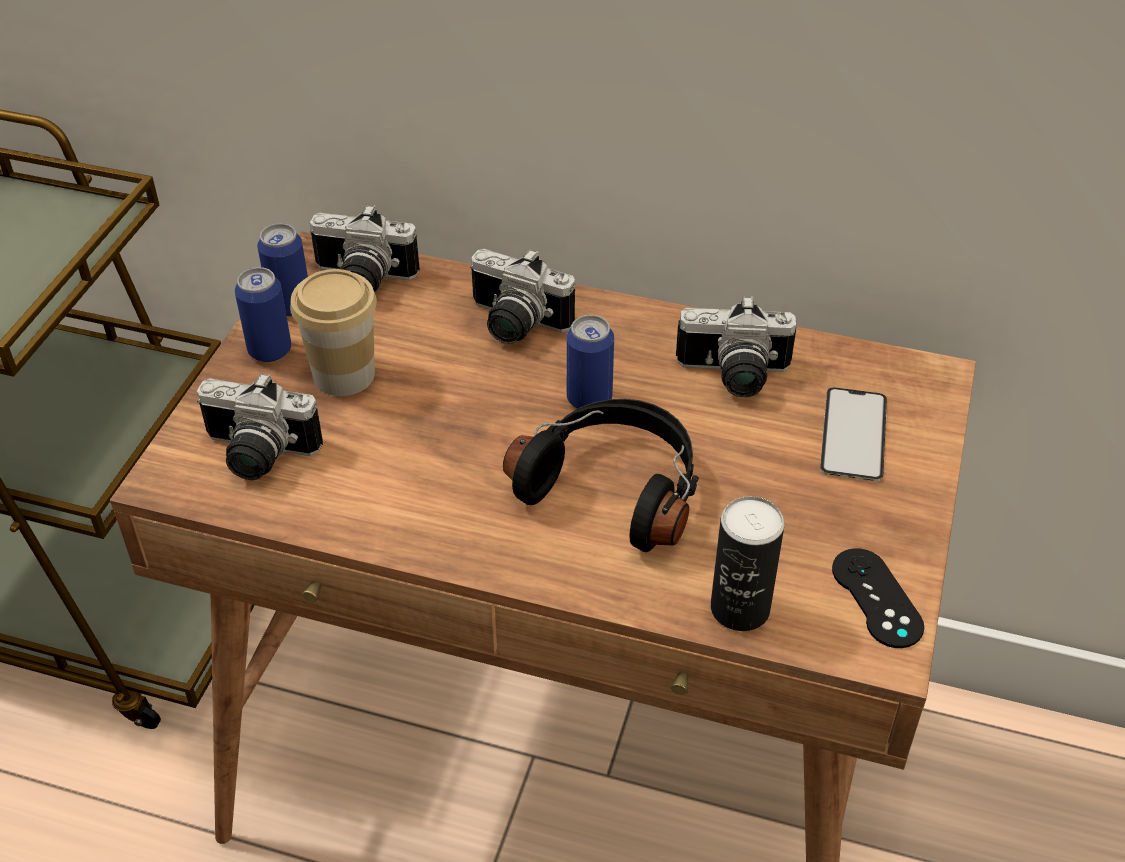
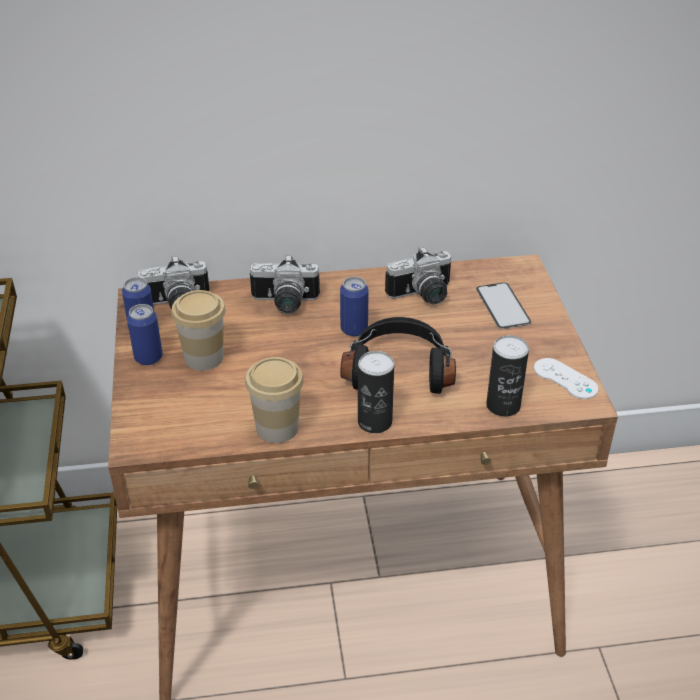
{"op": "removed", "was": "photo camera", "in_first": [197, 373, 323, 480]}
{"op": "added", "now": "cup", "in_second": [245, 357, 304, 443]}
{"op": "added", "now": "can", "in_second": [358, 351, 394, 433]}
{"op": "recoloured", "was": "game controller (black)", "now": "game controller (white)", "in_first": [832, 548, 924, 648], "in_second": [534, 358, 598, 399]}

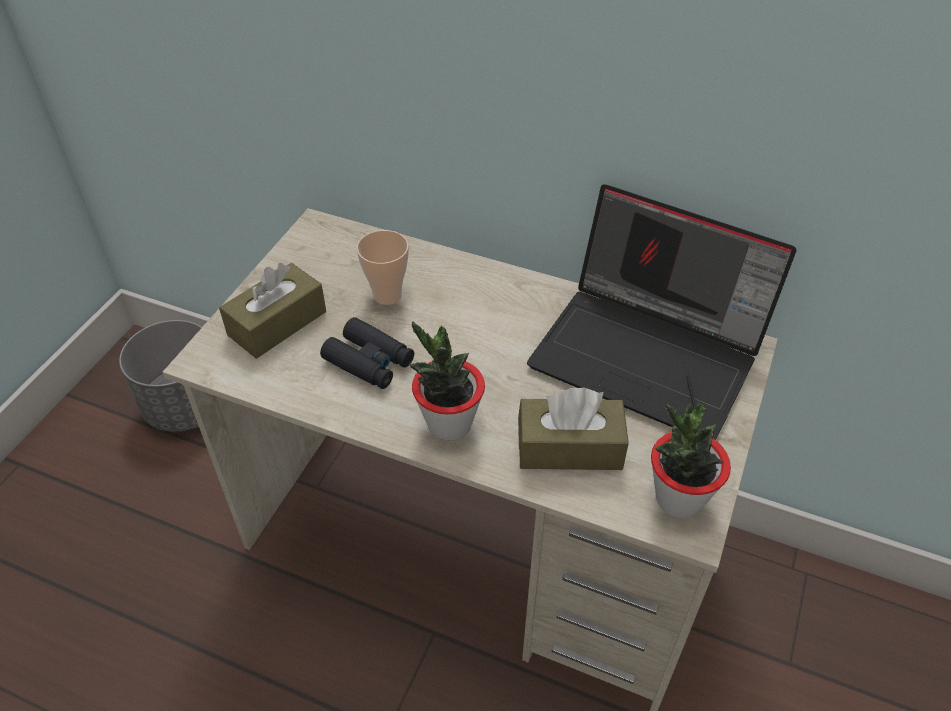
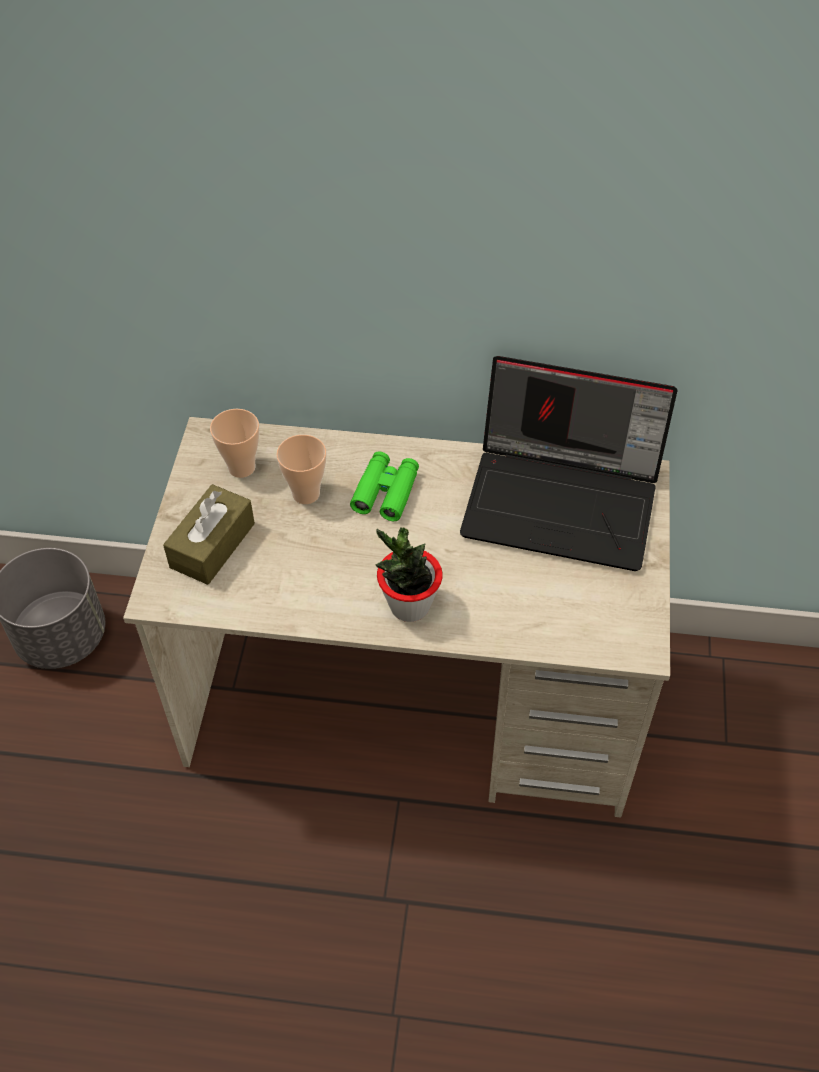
{"op": "removed", "was": "binoculars (black)", "in_first": [320, 317, 414, 389]}
{"op": "removed", "was": "tissue box (brown)", "in_first": [518, 388, 629, 470]}
{"op": "removed", "was": "potted plant", "in_first": [651, 403, 731, 518]}
{"op": "added", "now": "cup", "in_second": [210, 409, 259, 478]}
{"op": "added", "now": "binoculars (green)", "in_second": [350, 451, 419, 521]}

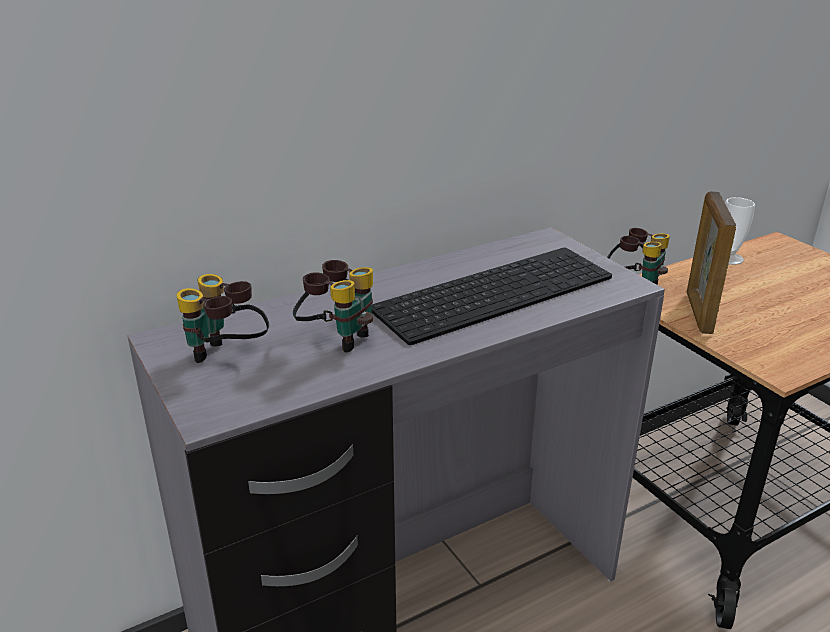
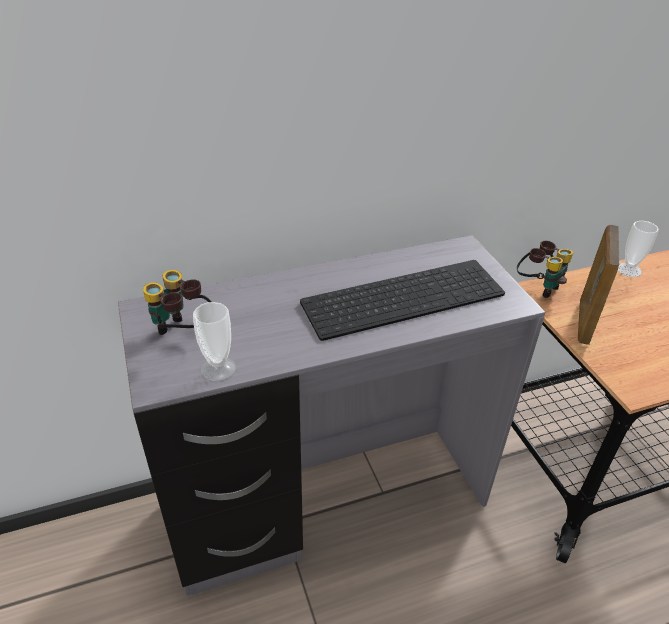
{"op": "removed", "was": "binoculars", "in_first": [293, 260, 373, 352]}
{"op": "added", "now": "cup", "in_second": [193, 302, 236, 382]}

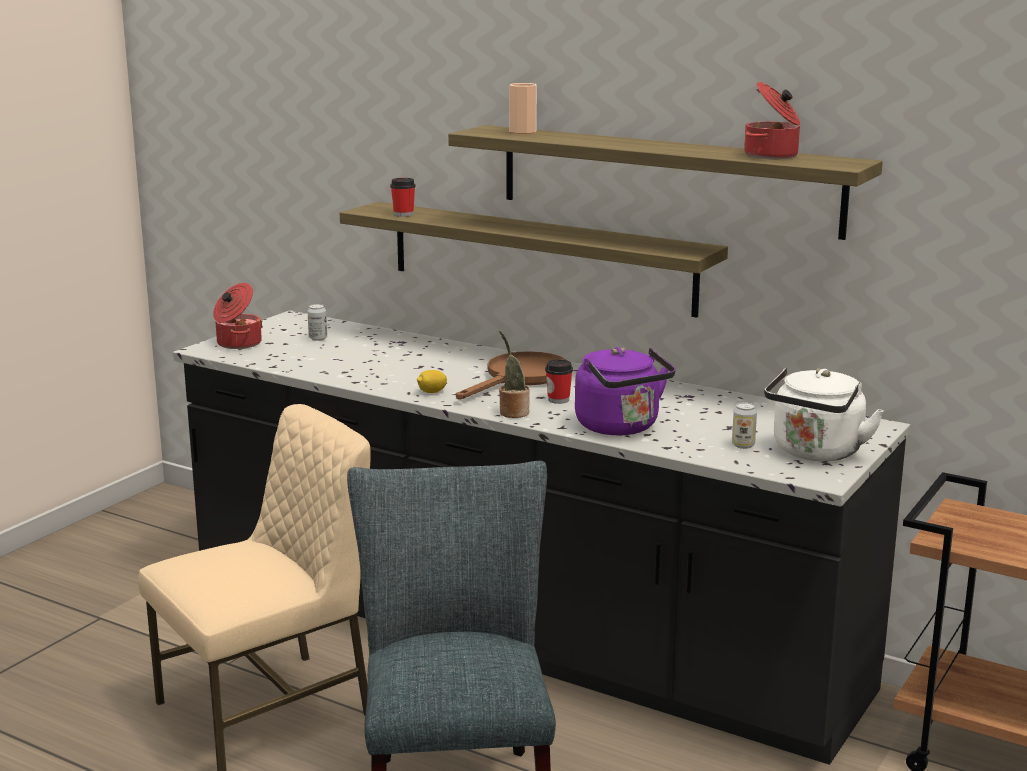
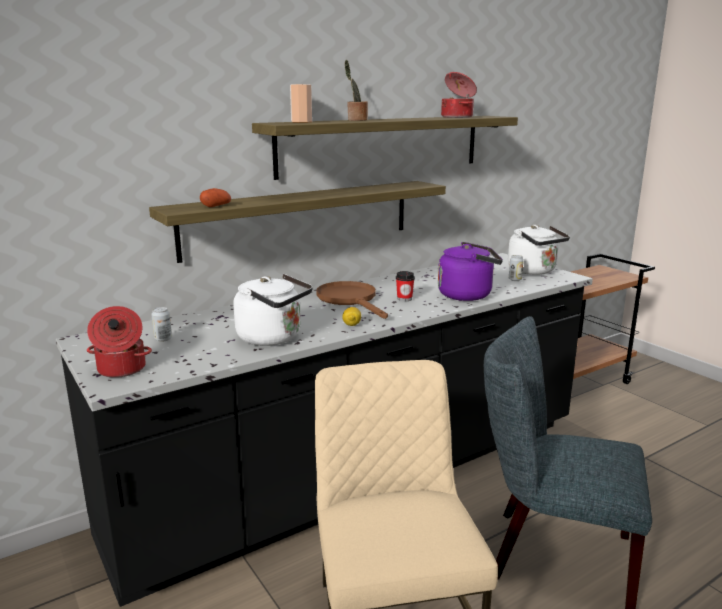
{"op": "added", "now": "kettle (white)", "in_second": [233, 274, 313, 346]}
{"op": "moved", "was": "potted plant", "in_first": [499, 330, 530, 418], "in_second": [345, 60, 368, 121]}
{"op": "replaced", "was": "cup", "now": "potato", "in_first": [390, 178, 416, 217], "in_second": [200, 188, 231, 207]}

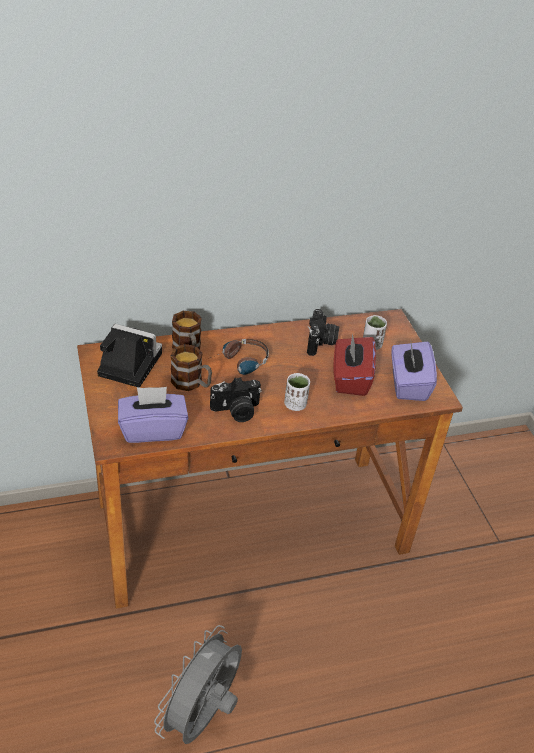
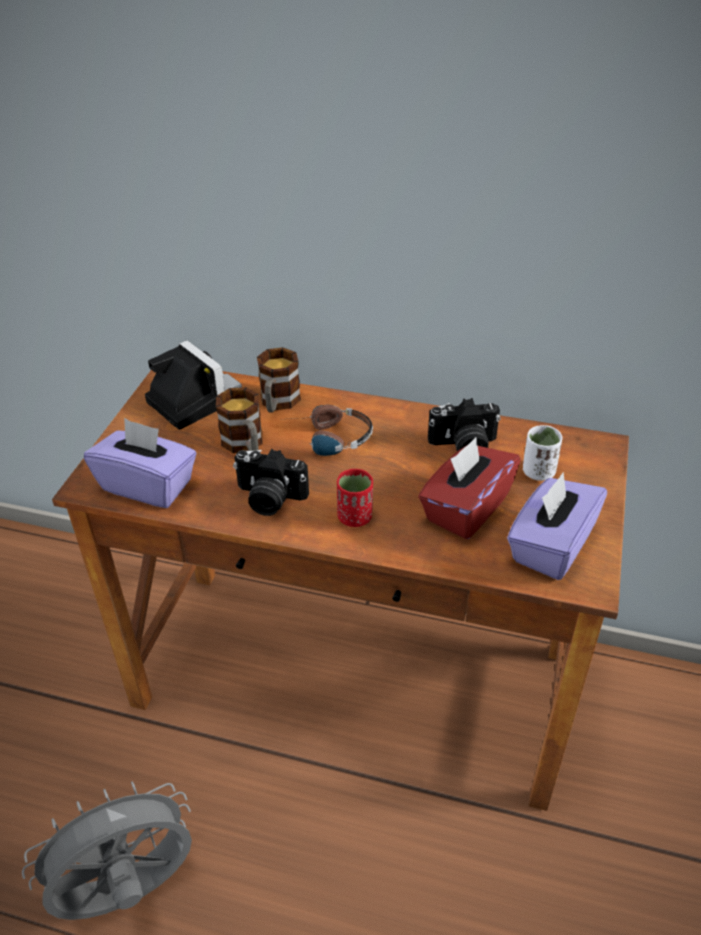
{"op": "recoloured", "was": "cup (white)", "now": "cup (red)", "in_first": [284, 373, 310, 411], "in_second": [337, 469, 373, 527]}
{"op": "turned", "was": "photo camera", "in_first": [307, 309, 340, 356], "in_second": [428, 398, 501, 451], "clockwise": 45}

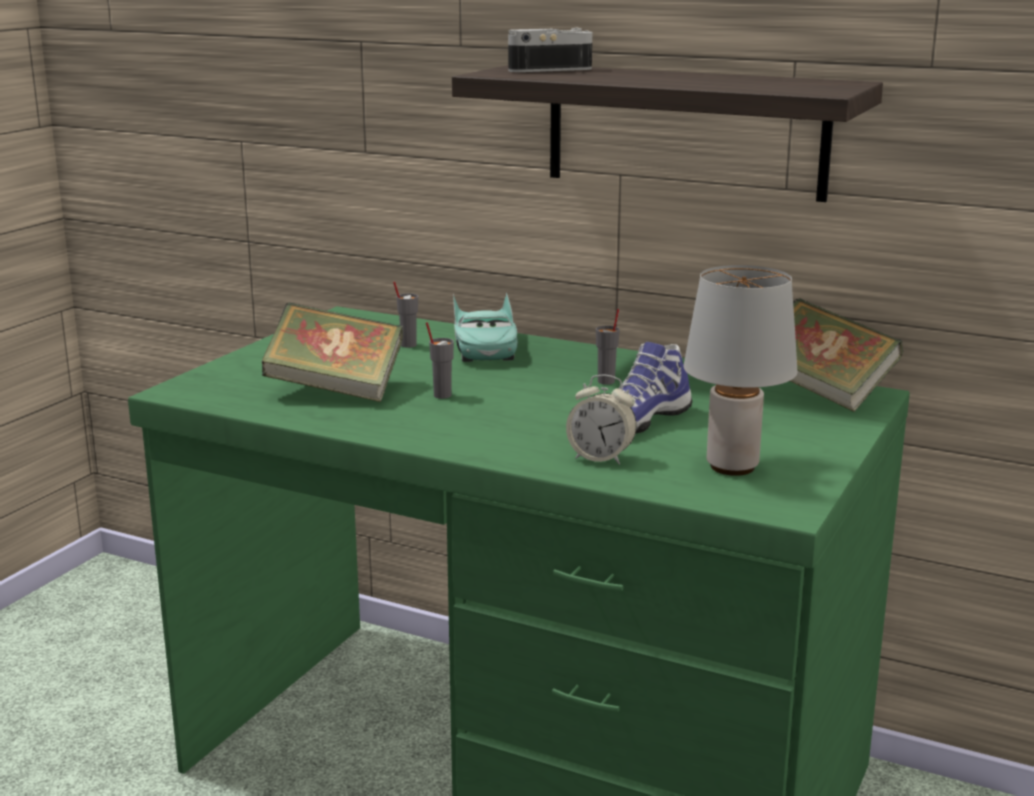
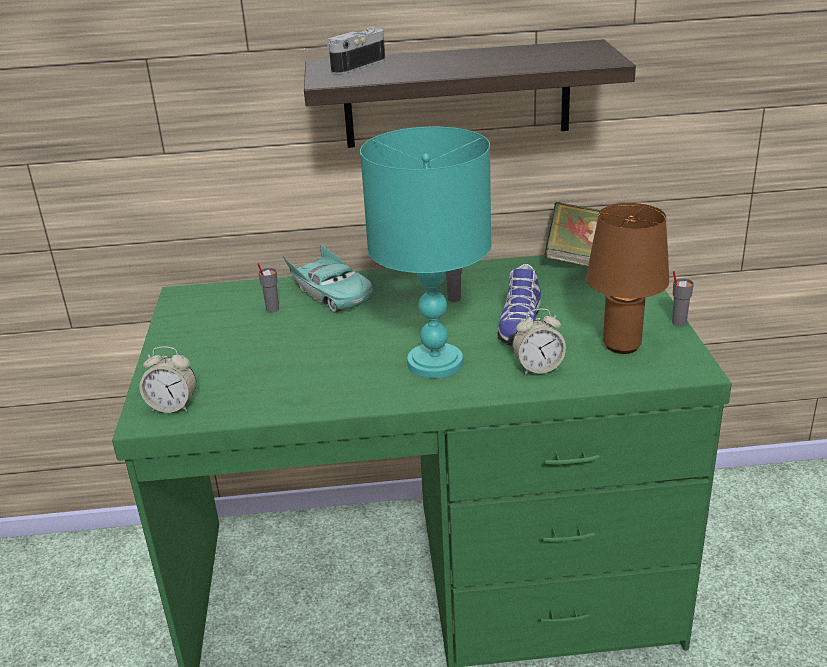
{"op": "removed", "was": "book", "in_first": [262, 303, 403, 402]}
{"op": "added", "now": "alarm clock", "in_second": [139, 346, 196, 413]}
{"op": "added", "now": "table lamp (turquoise)", "in_second": [360, 127, 492, 378]}
{"op": "moved", "was": "cup (grey)", "in_first": [426, 322, 454, 399], "in_second": [672, 271, 694, 326]}
{"op": "recoloured", "was": "table lamp (grey)", "now": "table lamp (brown)", "in_first": [684, 265, 798, 476], "in_second": [586, 203, 669, 354]}

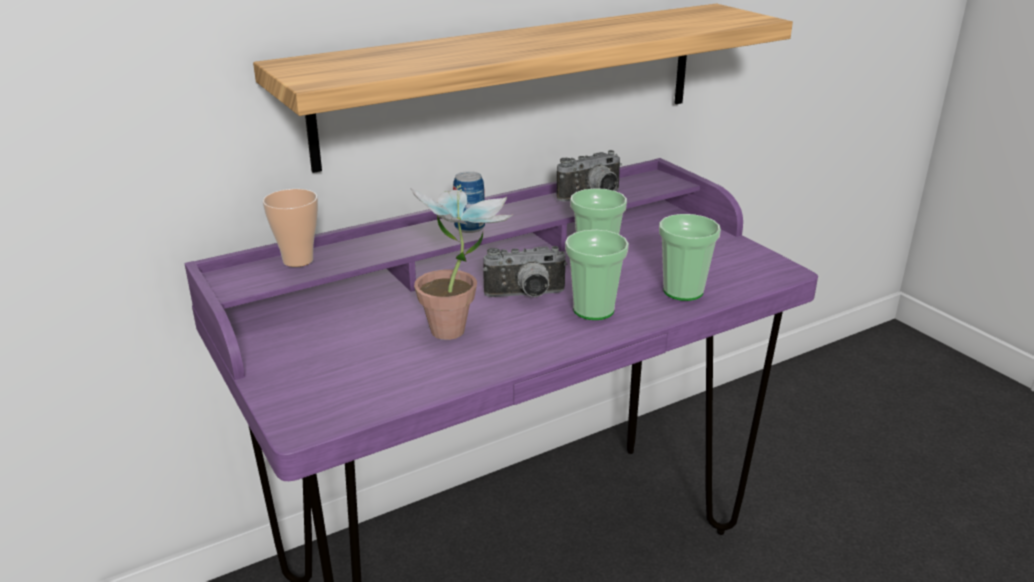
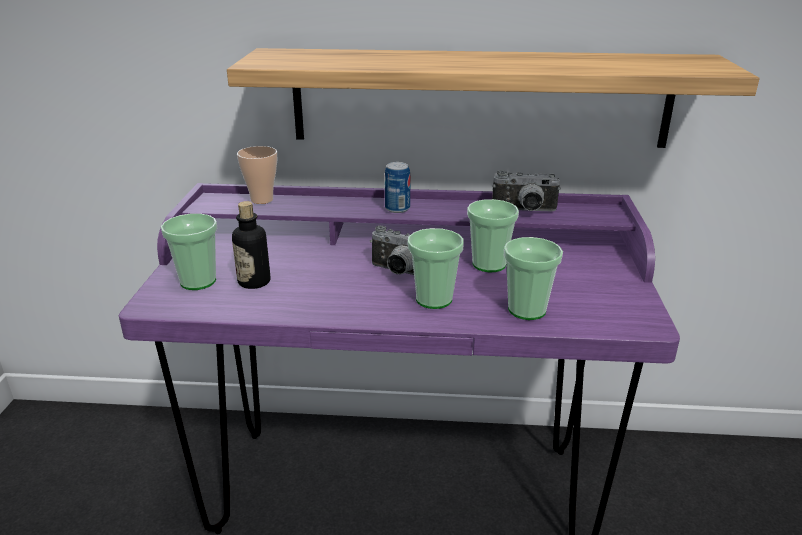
{"op": "removed", "was": "potted plant", "in_first": [410, 184, 514, 340]}
{"op": "added", "now": "cup", "in_second": [161, 214, 217, 290]}
{"op": "added", "now": "bottle", "in_second": [232, 201, 271, 289]}

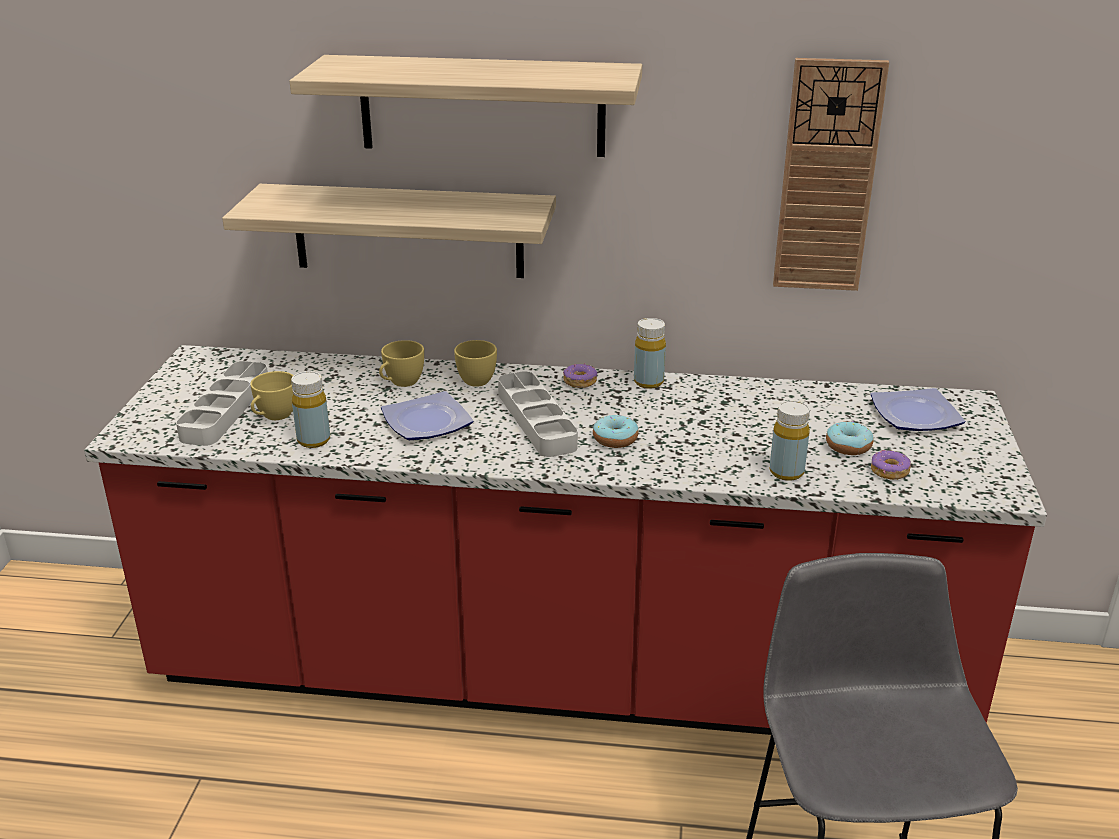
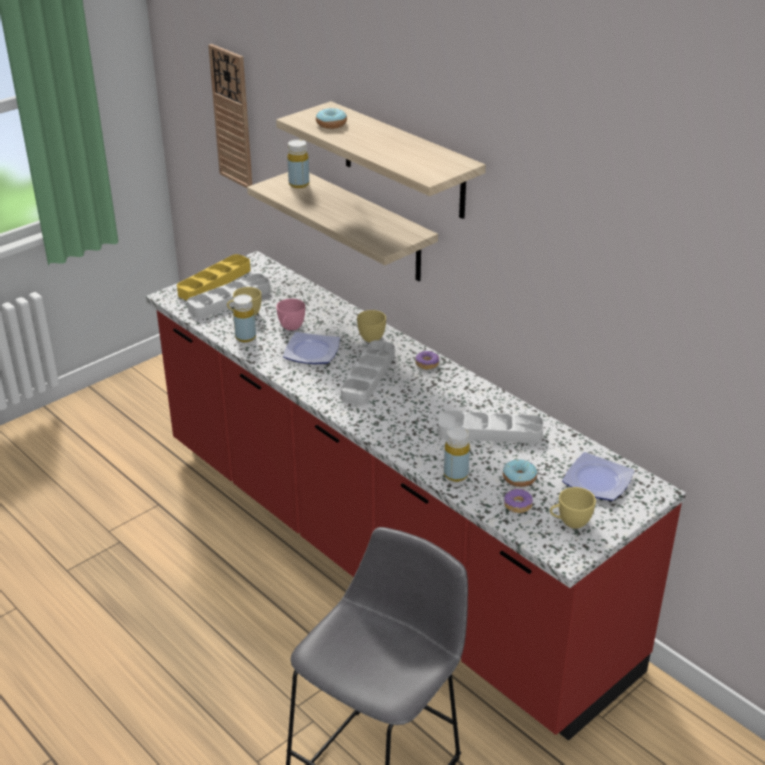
{"op": "added", "now": "tray (yellow)", "in_second": [177, 254, 251, 301]}
{"op": "added", "now": "cup (pink)", "in_second": [276, 299, 305, 331]}
{"op": "added", "now": "tray (grey)", "in_second": [438, 411, 543, 444]}
{"op": "moved", "was": "cup (yellow)", "in_first": [379, 340, 424, 387], "in_second": [550, 487, 596, 529]}
{"op": "moved", "was": "donut", "in_first": [593, 415, 639, 448], "in_second": [316, 108, 347, 129]}
{"op": "moved", "was": "bottle (yellow)", "in_first": [634, 318, 666, 389], "in_second": [287, 139, 309, 188]}
{"op": "moved", "was": "wall clock", "in_first": [773, 58, 889, 291], "in_second": [208, 44, 252, 188]}

